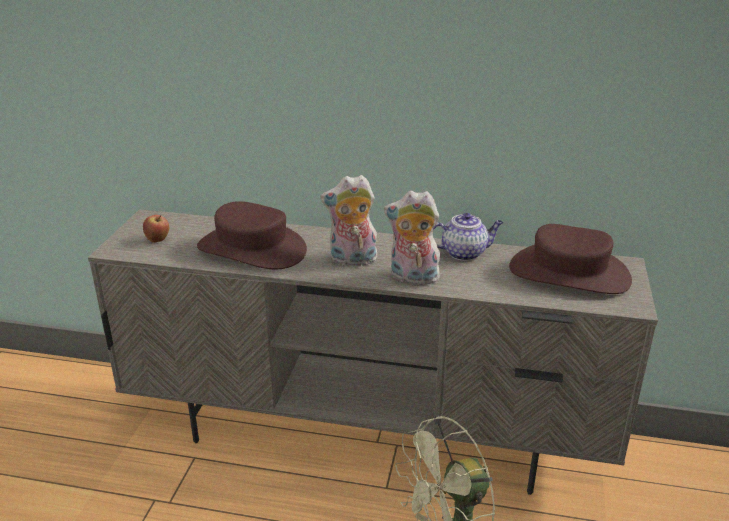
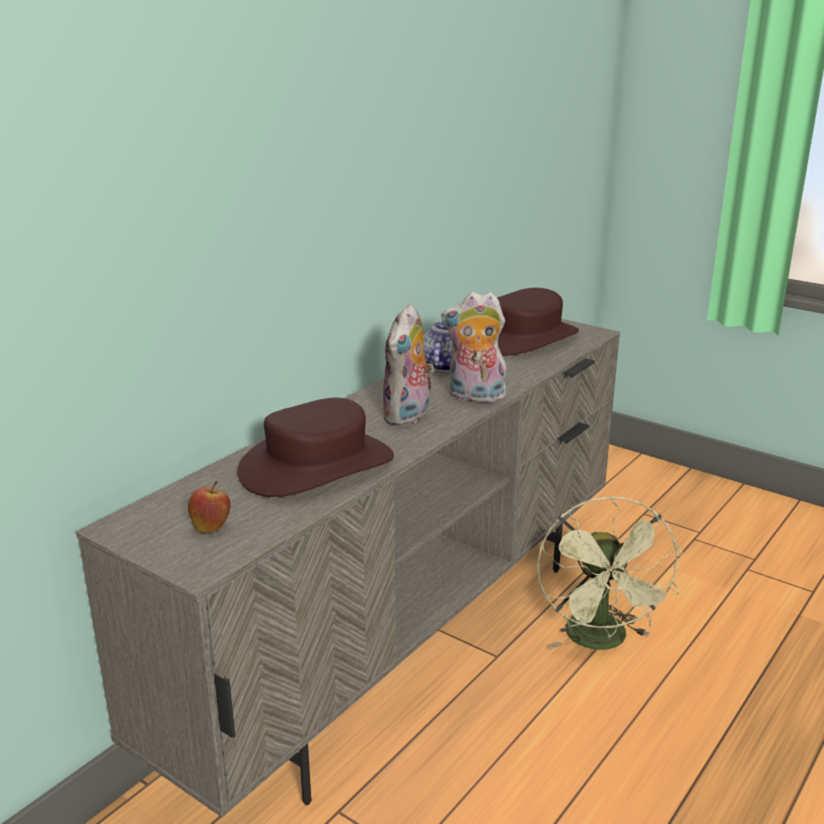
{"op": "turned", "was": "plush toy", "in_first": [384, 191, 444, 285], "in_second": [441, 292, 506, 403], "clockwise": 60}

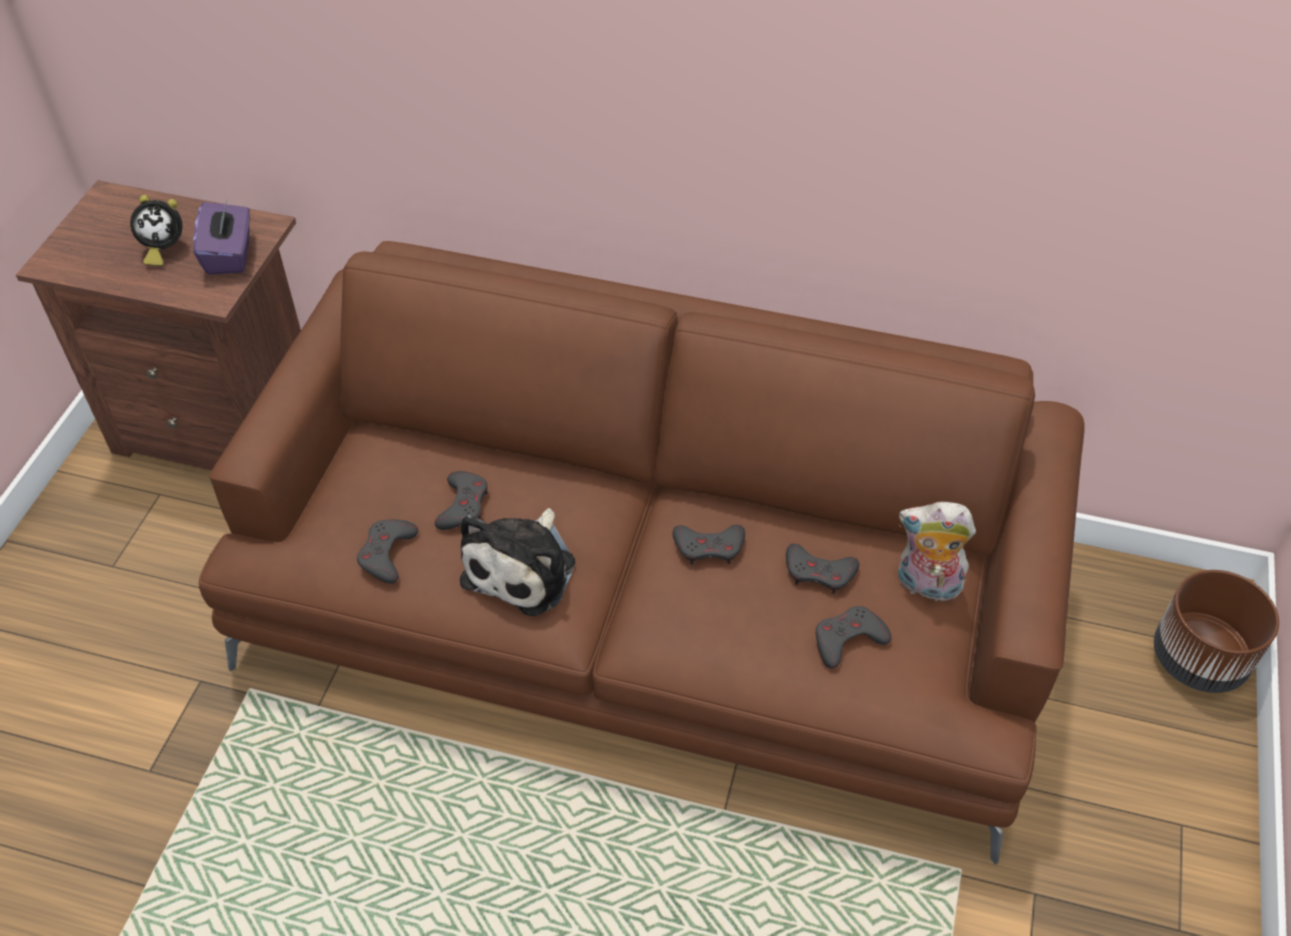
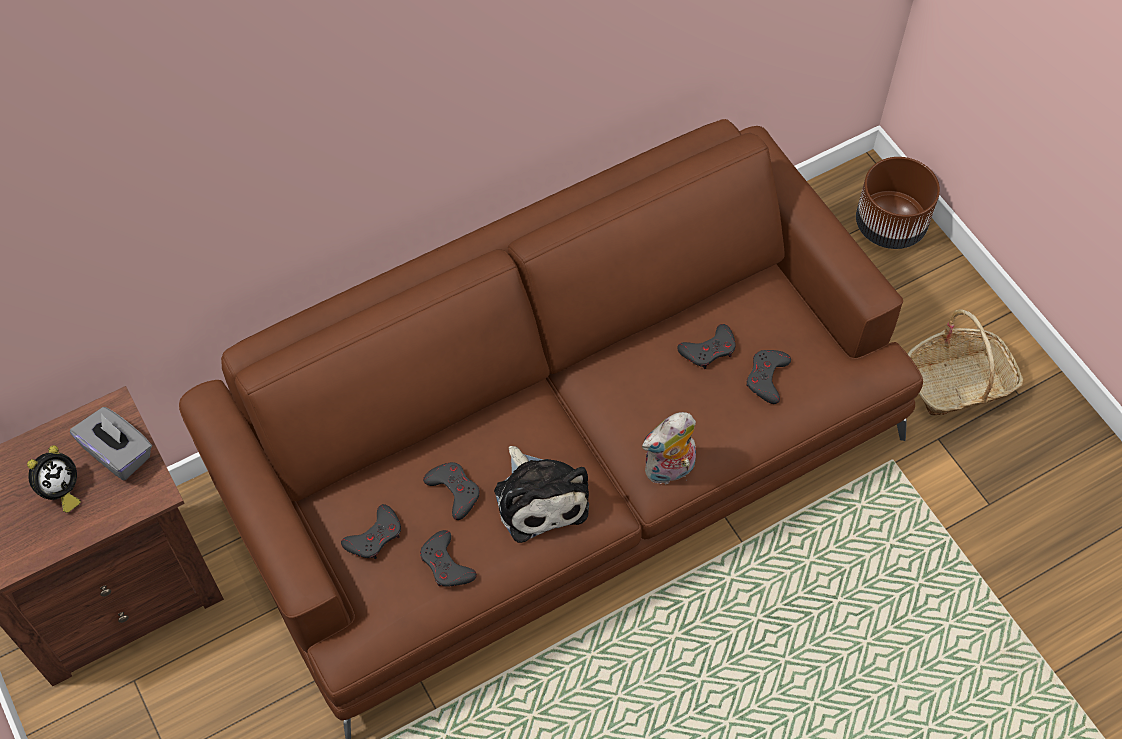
{"op": "added", "now": "basket", "in_second": [907, 309, 1023, 415]}
{"op": "moved", "was": "game controller (grey)", "in_first": [673, 524, 745, 565], "in_second": [341, 504, 401, 559]}
{"op": "moved", "was": "plush toy", "in_first": [898, 502, 976, 601], "in_second": [642, 412, 696, 484]}
{"op": "recoloured", "was": "tissue box (purple)", "now": "tissue box (grey)", "in_first": [193, 201, 250, 275], "in_second": [70, 407, 152, 481]}

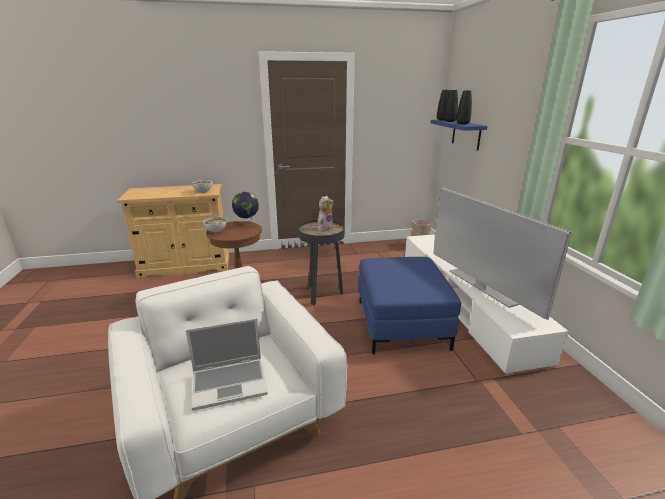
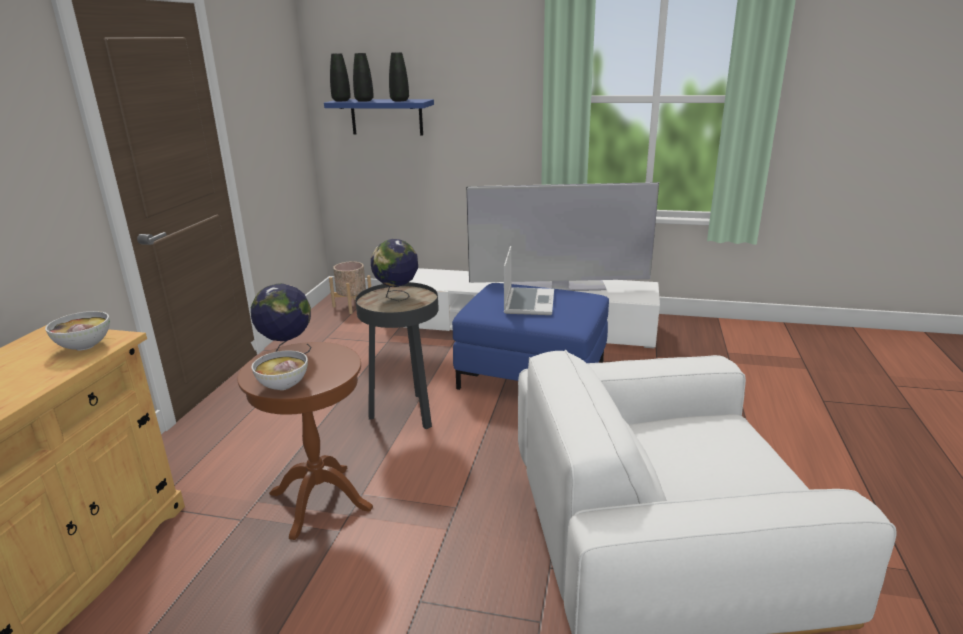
{"op": "moved", "was": "laptop", "in_first": [186, 318, 268, 410], "in_second": [504, 246, 554, 315]}
{"op": "replaced", "was": "plush toy", "now": "globe", "in_first": [317, 196, 334, 231], "in_second": [371, 239, 418, 301]}

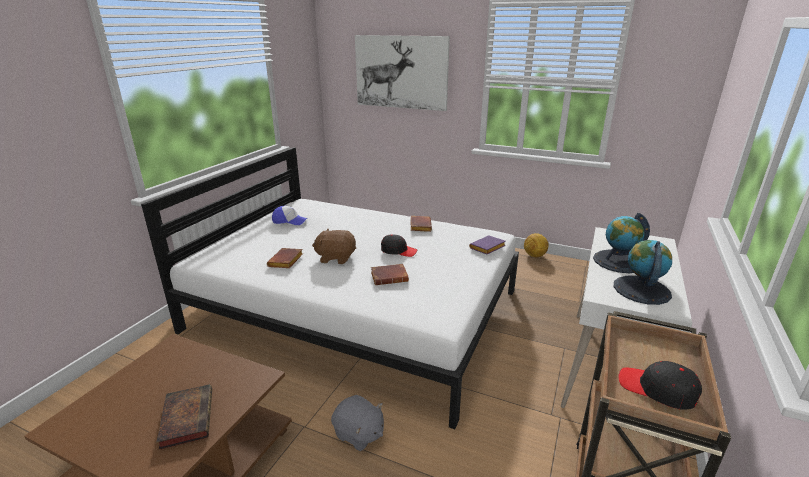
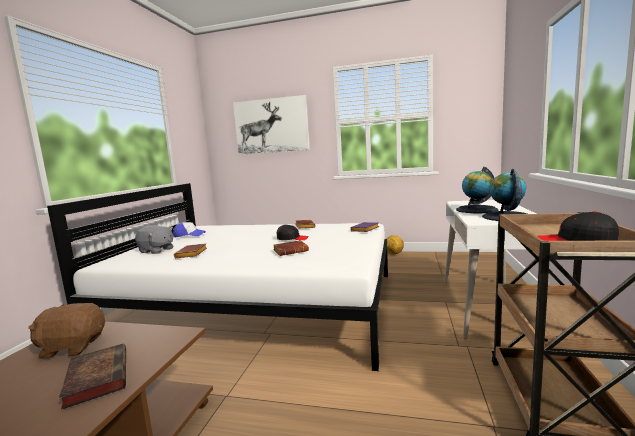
{"op": "moved", "was": "plush toy (brown)", "in_first": [312, 228, 356, 264], "in_second": [28, 303, 105, 359]}
{"op": "moved", "was": "plush toy (grey)", "in_first": [331, 395, 384, 452], "in_second": [135, 225, 174, 254]}

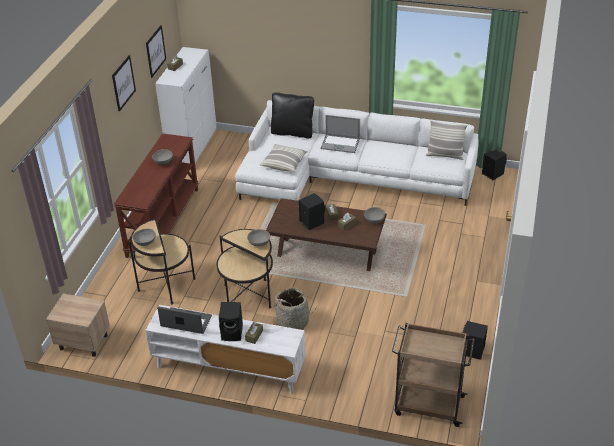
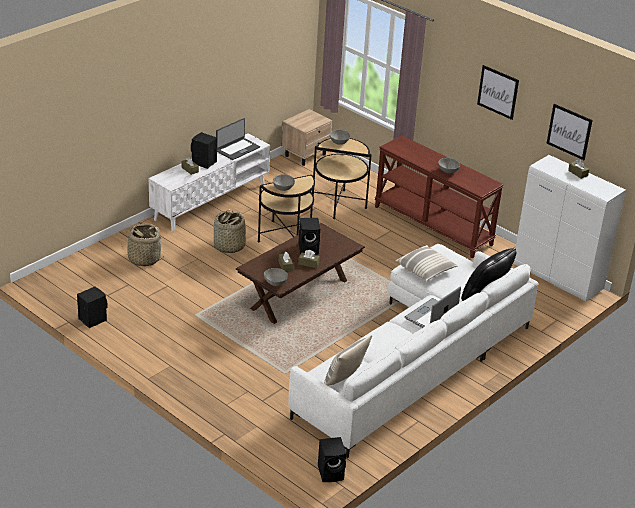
{"op": "removed", "was": "cart (brown)", "in_first": [392, 323, 475, 427]}
{"op": "added", "now": "basket", "in_second": [121, 223, 163, 266]}

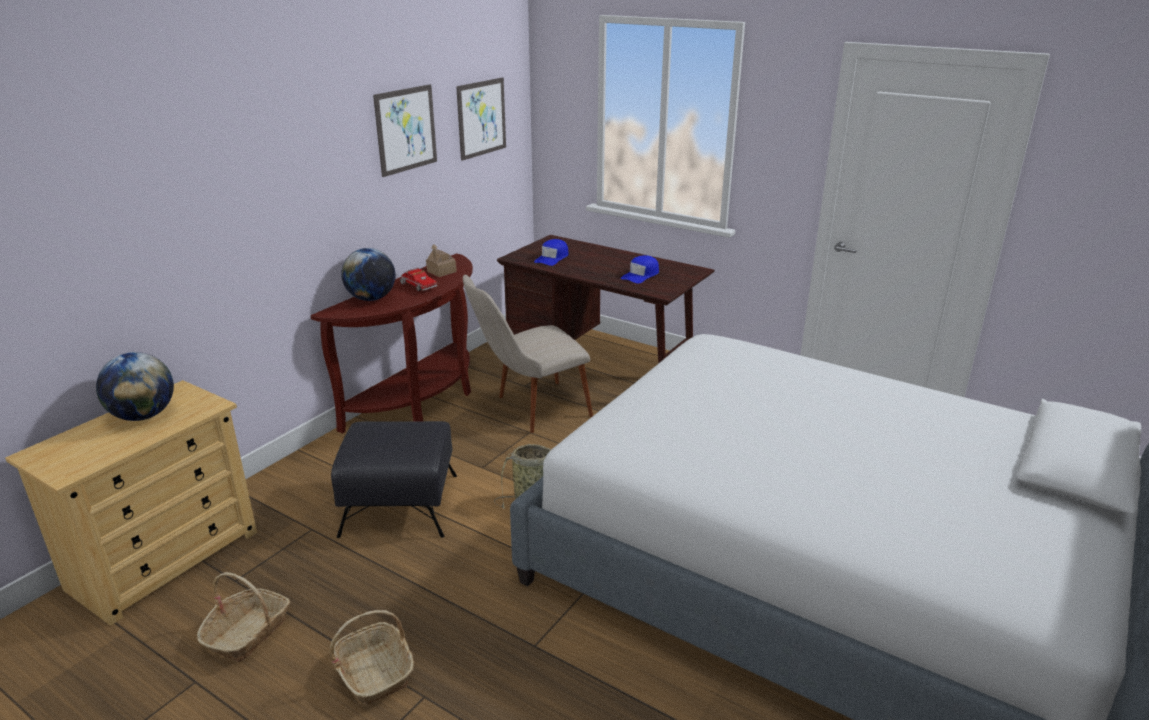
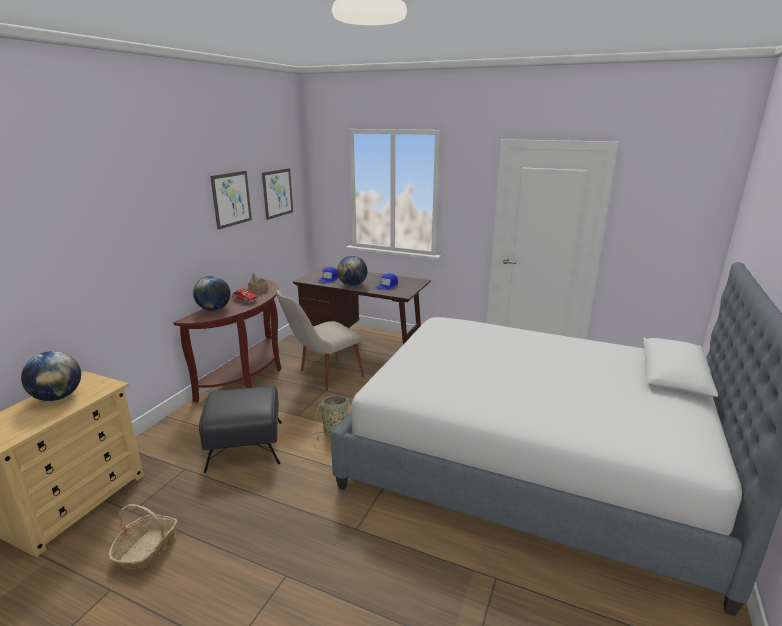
{"op": "removed", "was": "basket", "in_first": [329, 610, 414, 705]}
{"op": "added", "now": "globe", "in_second": [337, 256, 367, 286]}

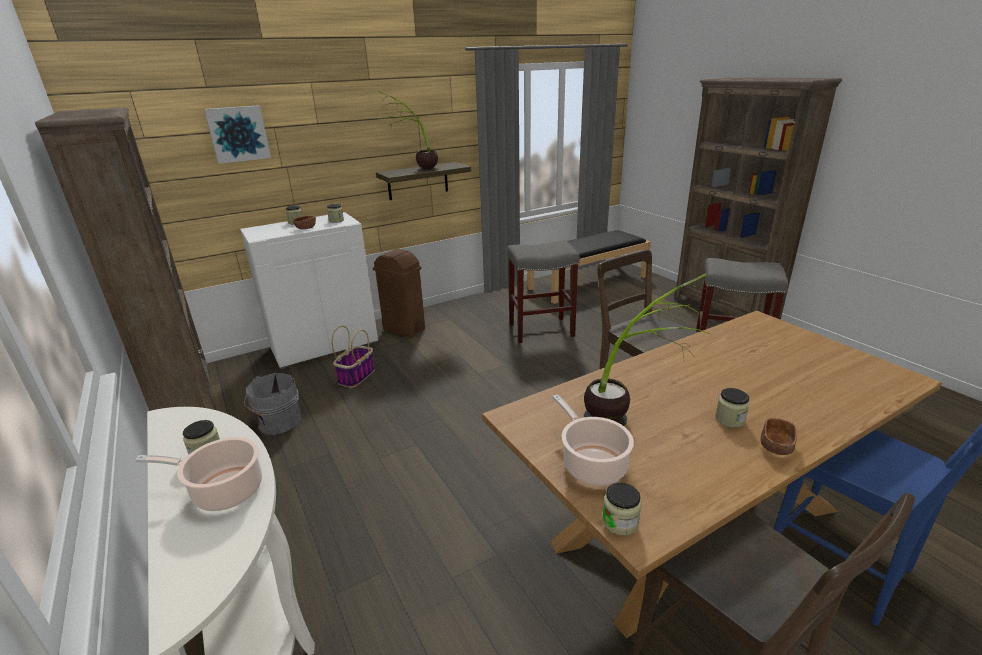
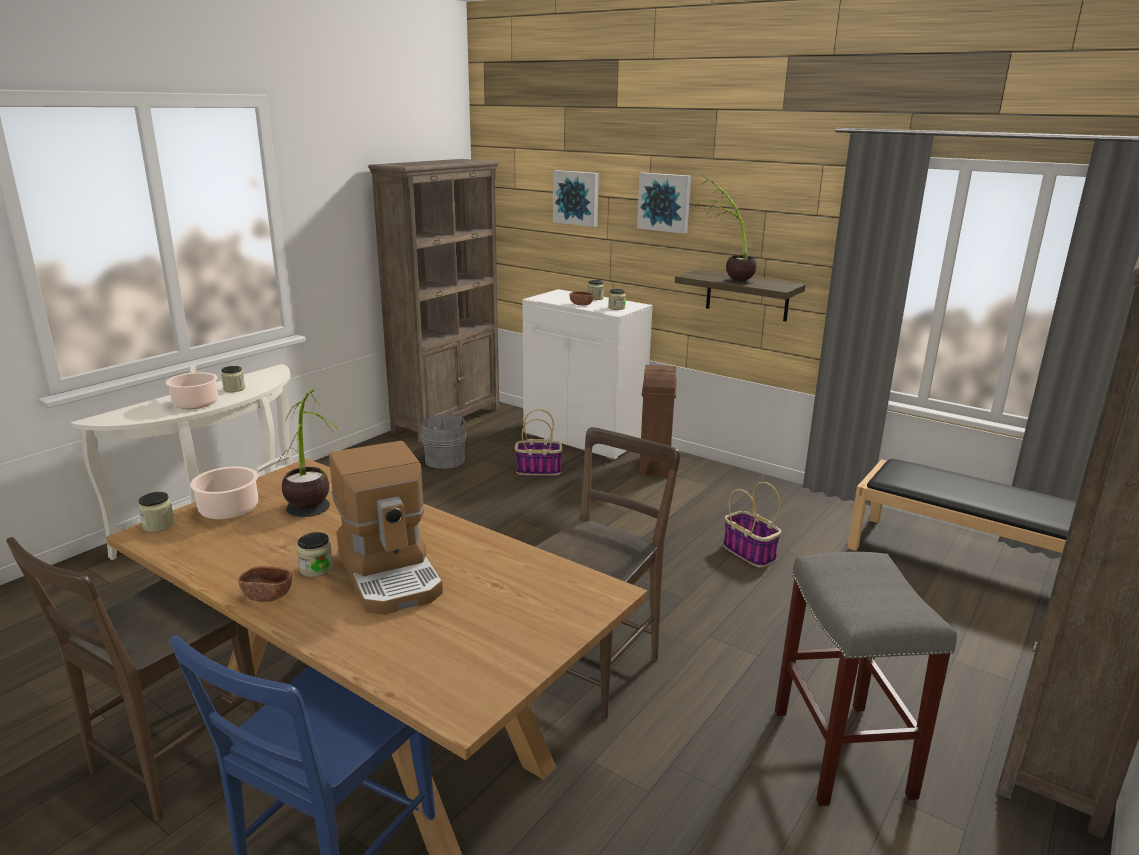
{"op": "added", "now": "coffee machine", "in_second": [329, 441, 443, 615]}
{"op": "added", "now": "picture", "in_second": [637, 173, 691, 234]}
{"op": "replaced", "was": "stool (grey)", "now": "basket", "in_first": [507, 241, 580, 343], "in_second": [723, 482, 781, 568]}

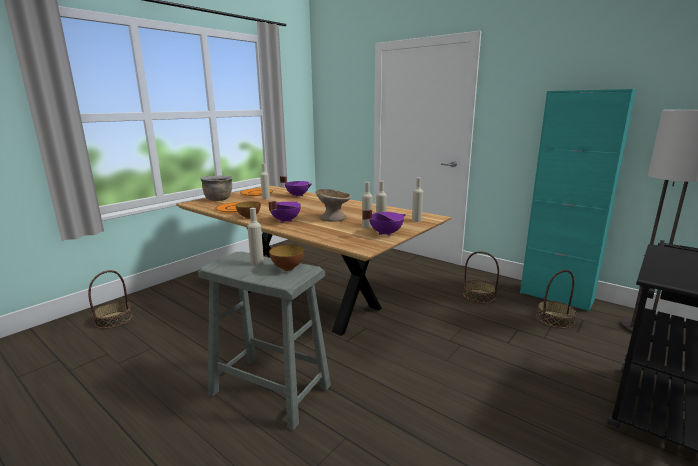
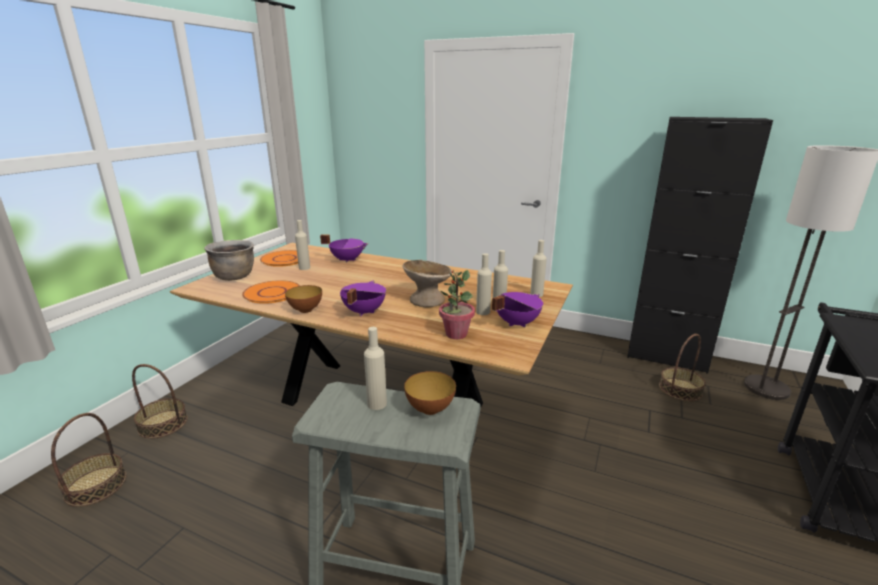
{"op": "added", "now": "potted plant", "in_second": [439, 270, 475, 339]}
{"op": "moved", "was": "basket", "in_first": [463, 251, 499, 303], "in_second": [132, 364, 188, 439]}
{"op": "recoloured", "was": "cabinet (turquoise)", "now": "cabinet (black)", "in_first": [520, 89, 636, 312], "in_second": [627, 117, 773, 374]}

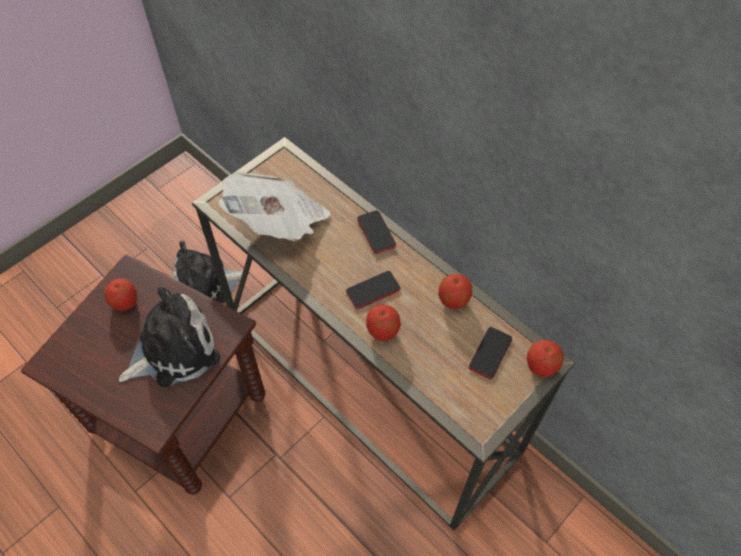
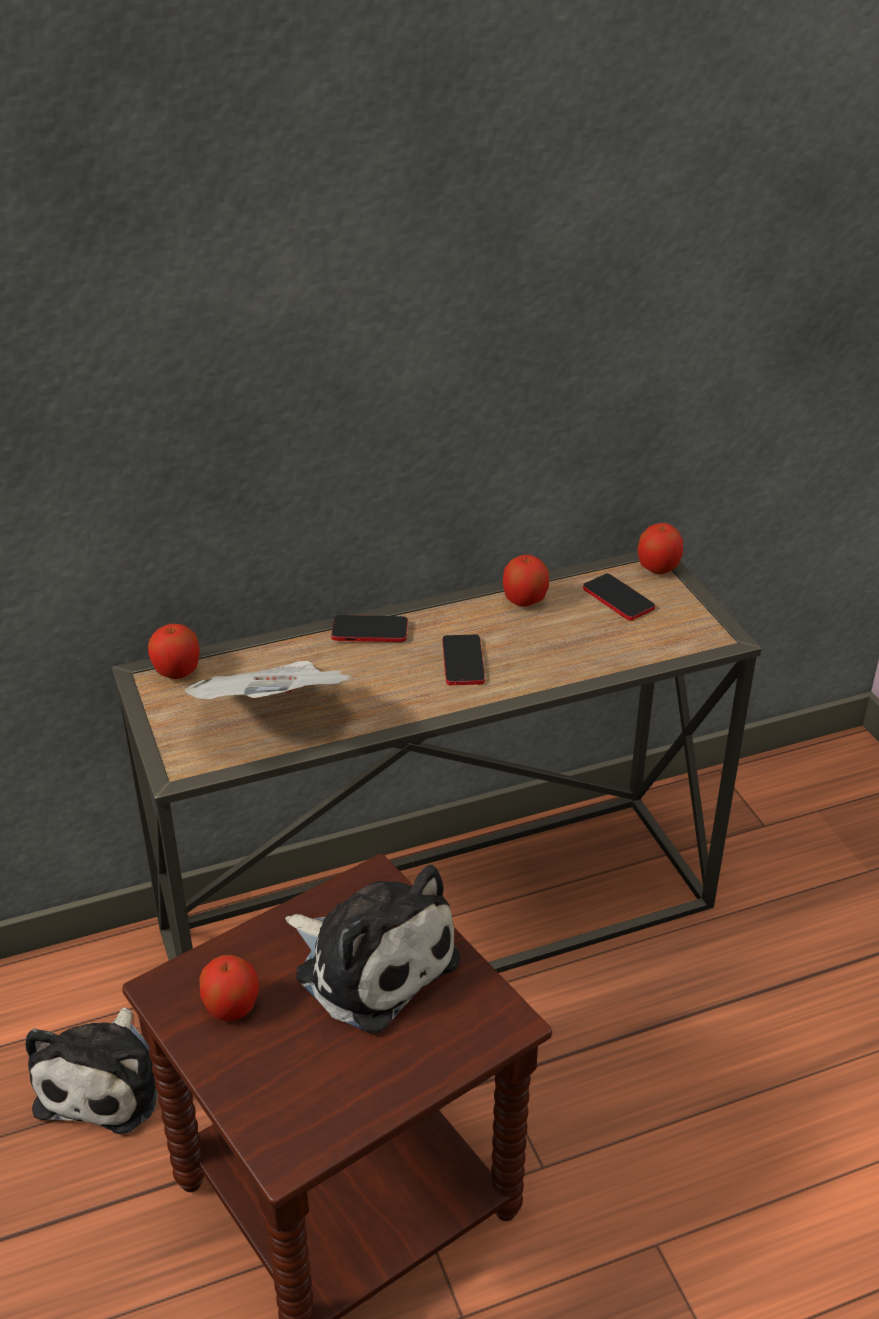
{"op": "moved", "was": "apple", "in_first": [366, 305, 401, 341], "in_second": [148, 624, 200, 679]}
{"op": "turned", "was": "plush toy", "in_first": [119, 287, 220, 387], "in_second": [285, 864, 460, 1034], "clockwise": 135}

